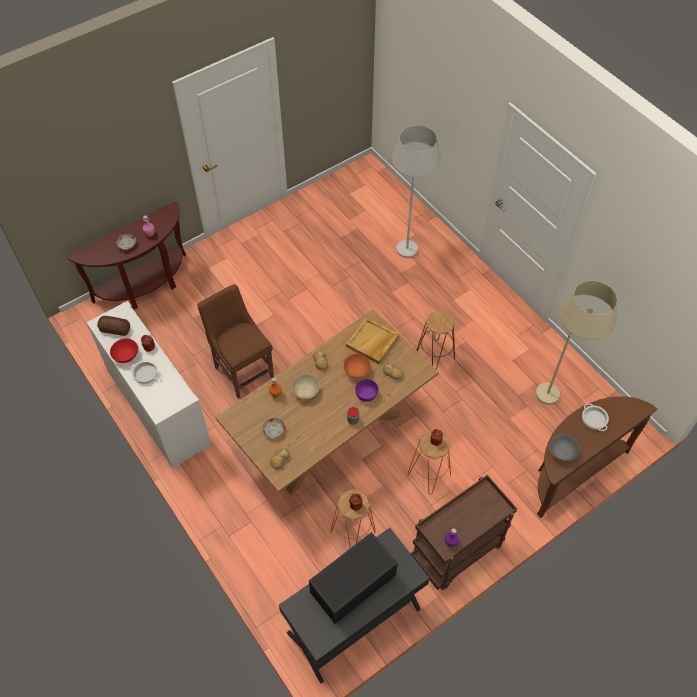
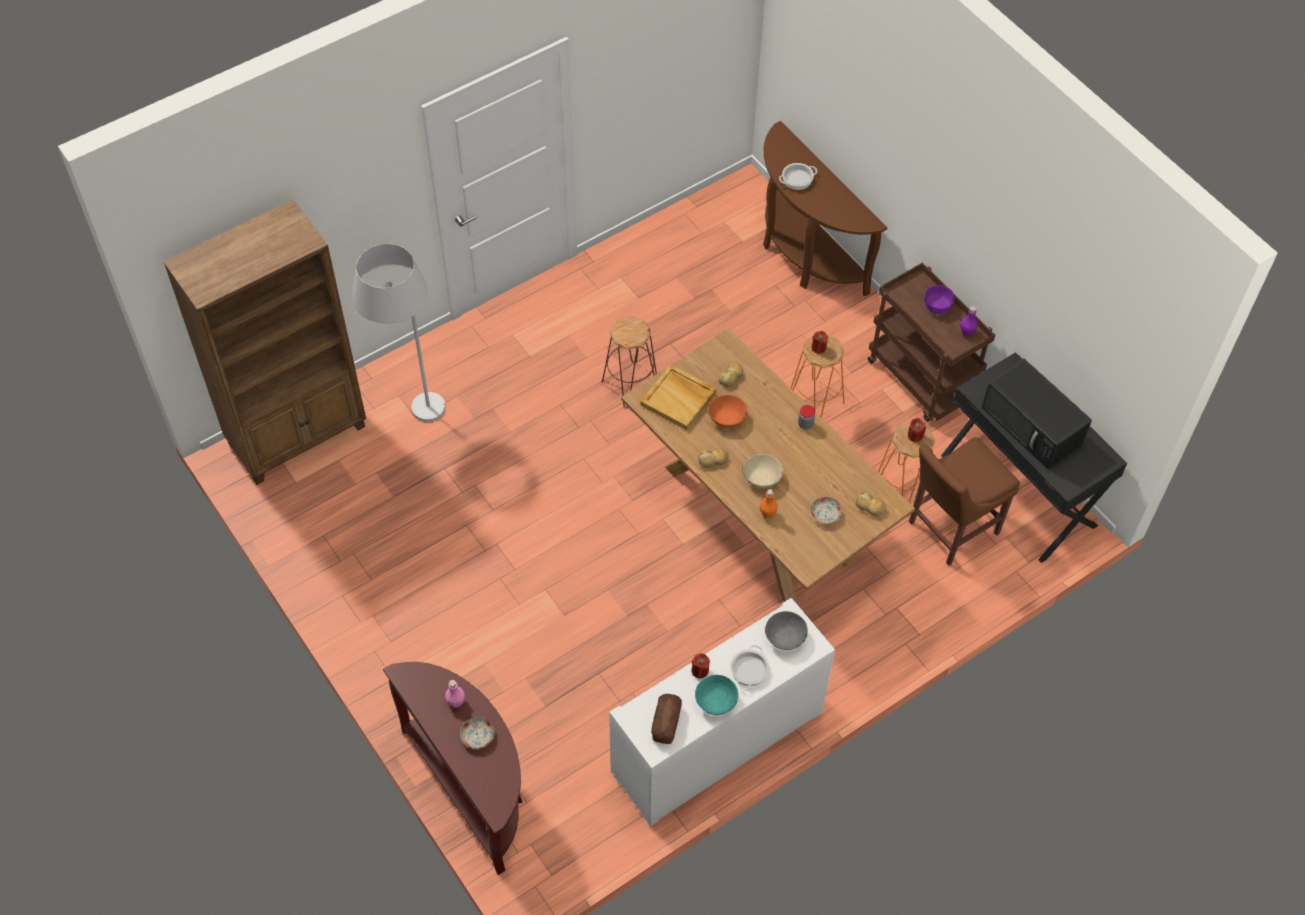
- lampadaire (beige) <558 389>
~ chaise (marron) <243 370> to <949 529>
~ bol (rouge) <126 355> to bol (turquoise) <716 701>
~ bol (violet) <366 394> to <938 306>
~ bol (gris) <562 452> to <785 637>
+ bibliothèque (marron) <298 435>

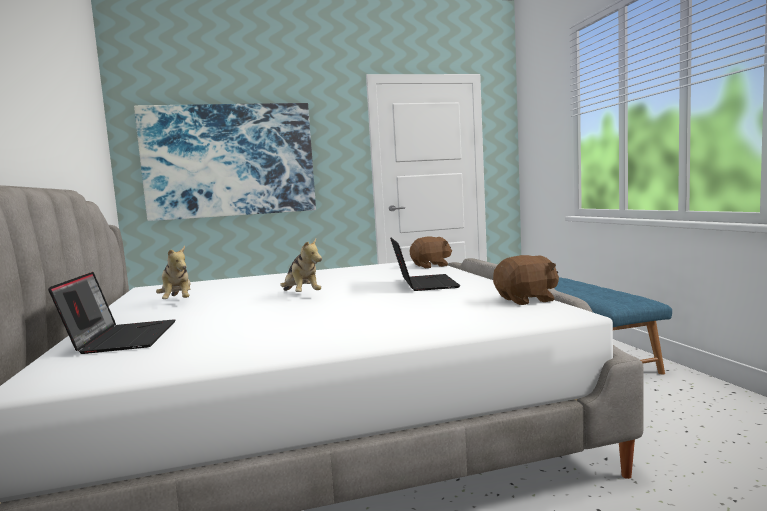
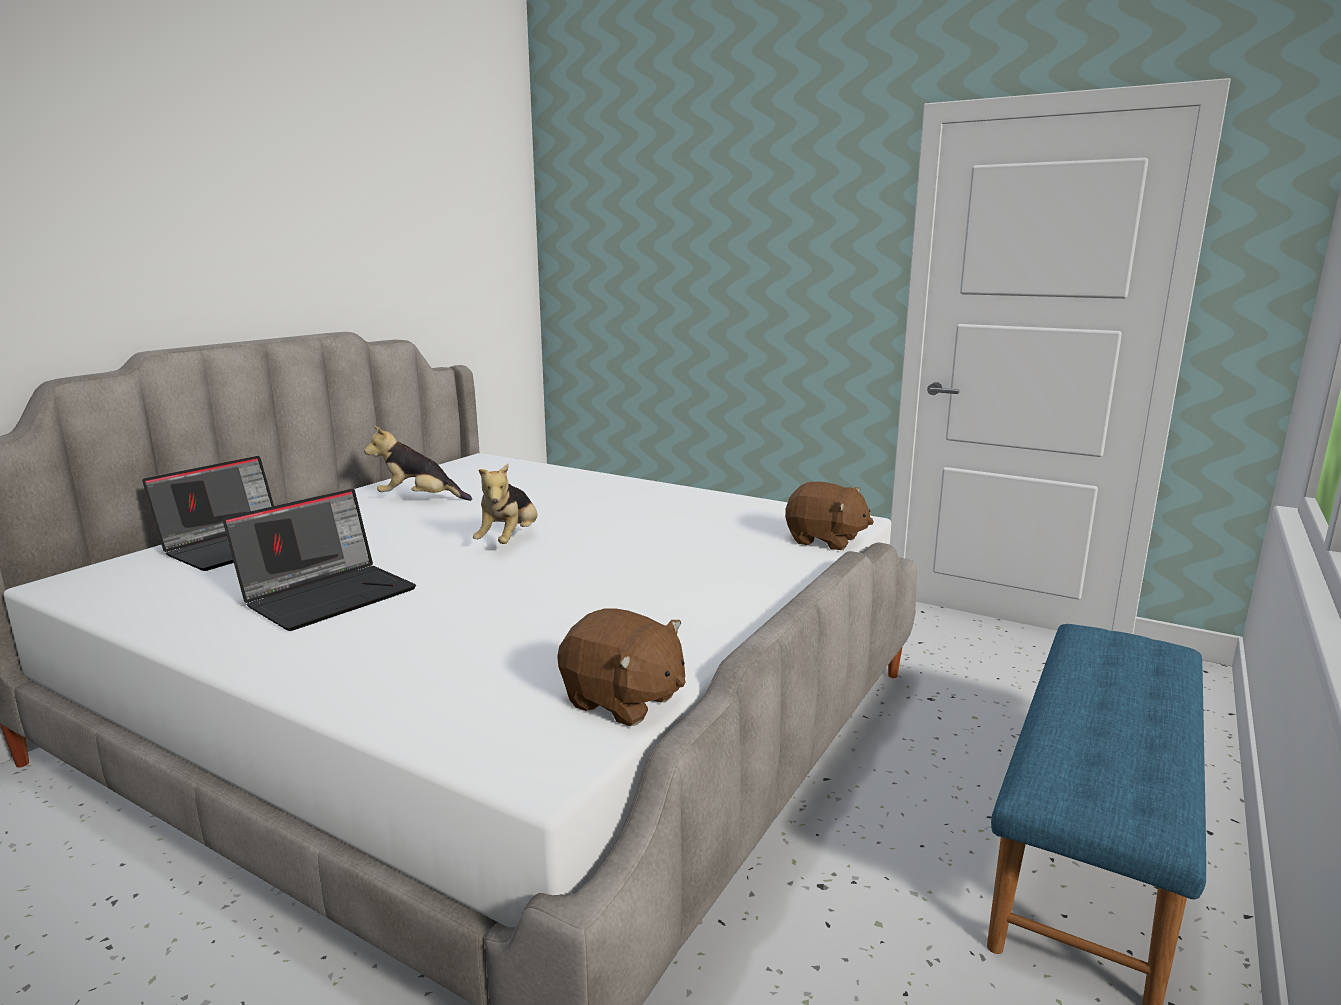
- tableau <230 160>
~ ordinateur portable <423 284> to <329 595>
~ peluche <177 302> = <419 499> 75 degrees clockwise

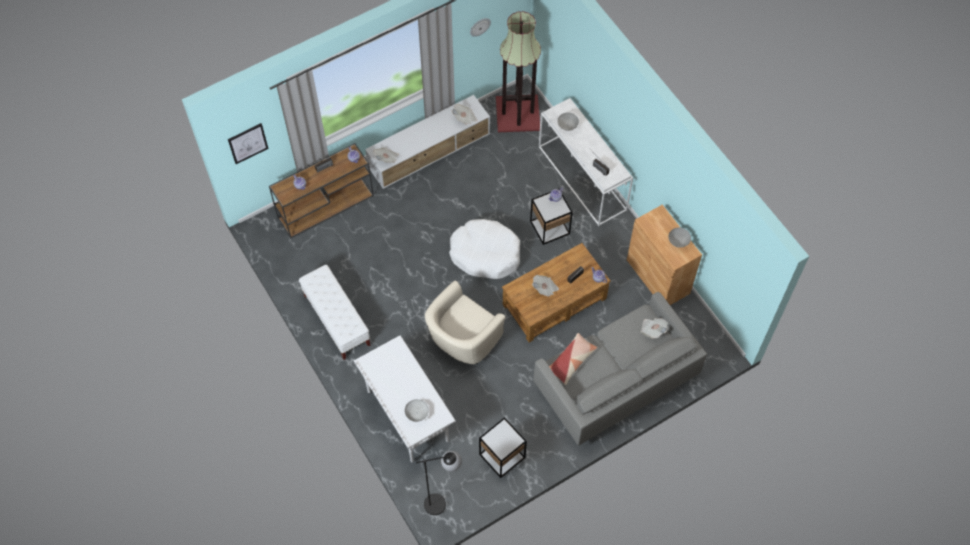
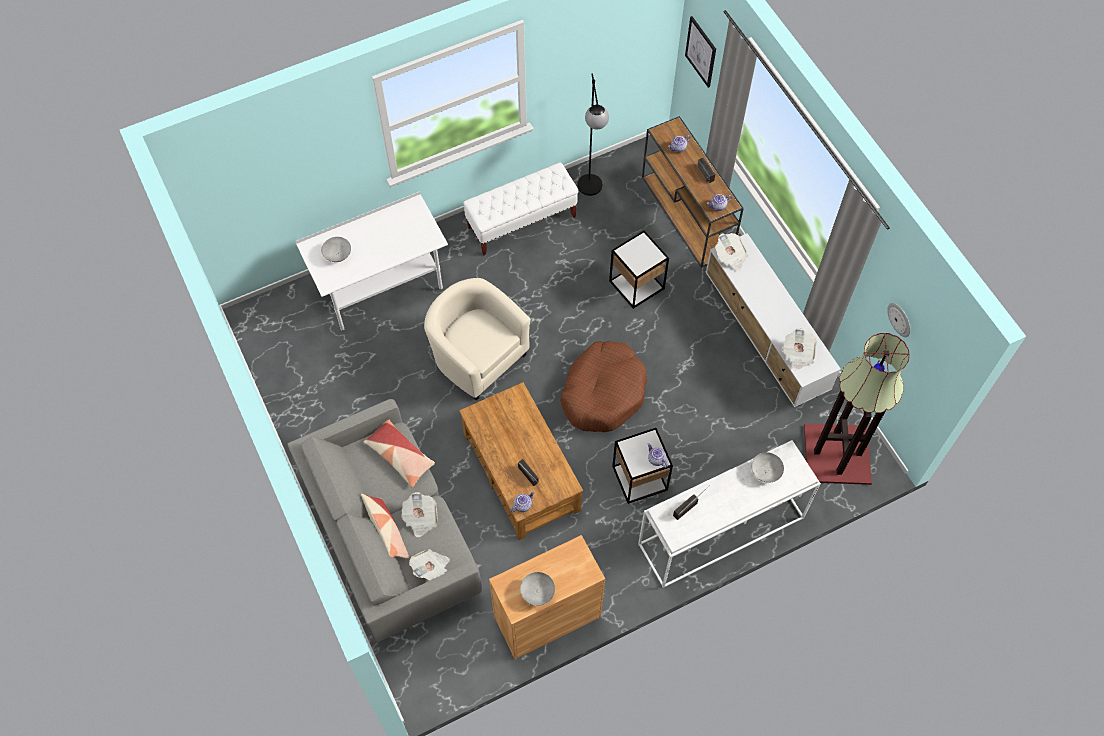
~ panier pour chien (blanc) <485 254> to panier pour chien (marron) <603 392>
~ journal <545 289> to <420 518>
~ table d'appoint <502 456> to <636 285>
~ lampadaire (noir) <442 502> to <591 193>
+ coussin <387 532>

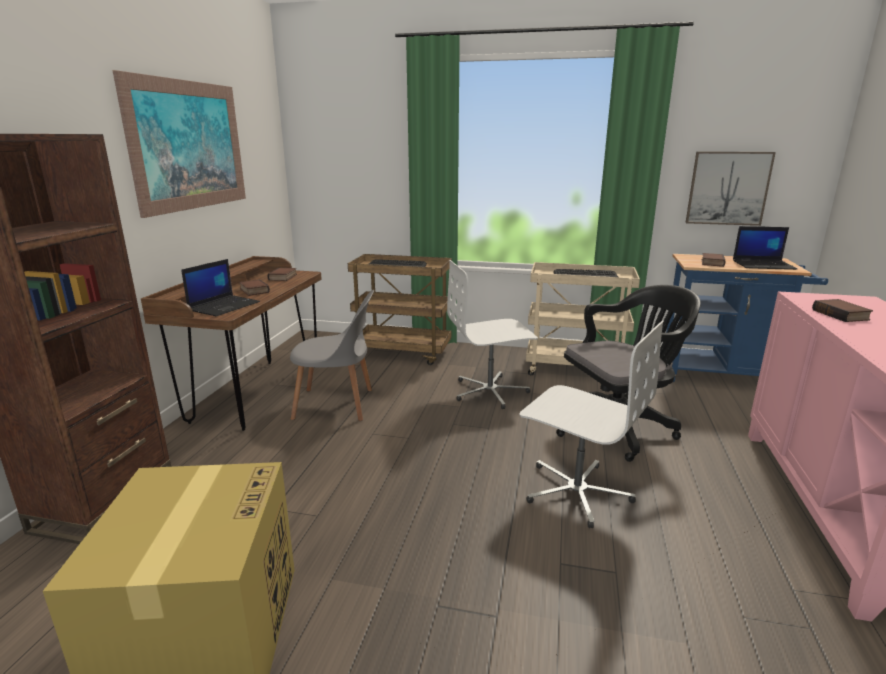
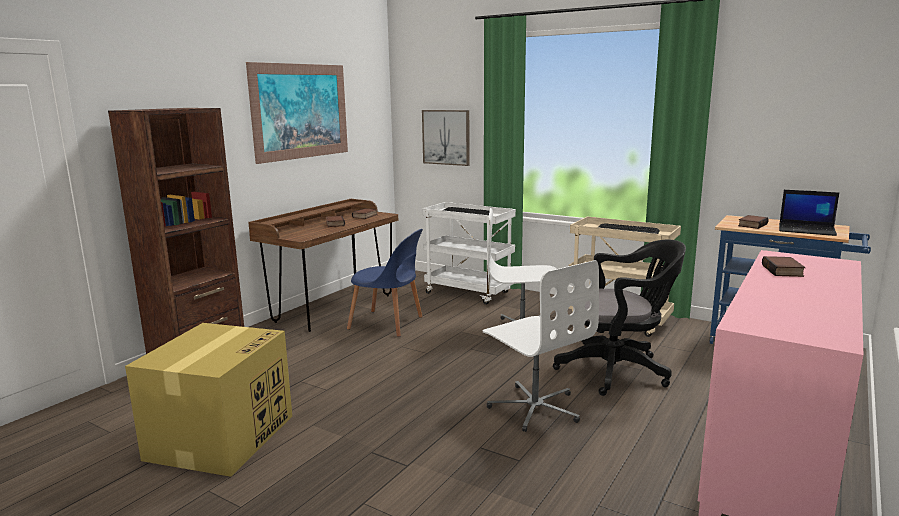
~ tableau <728 188> to <446 137>
~ chariot (marron) <404 353> to chariot (blanc) <470 293>
- ordinateur portable <224 306>
~ chaise (gris) <337 404> to chaise (bleu) <388 324>

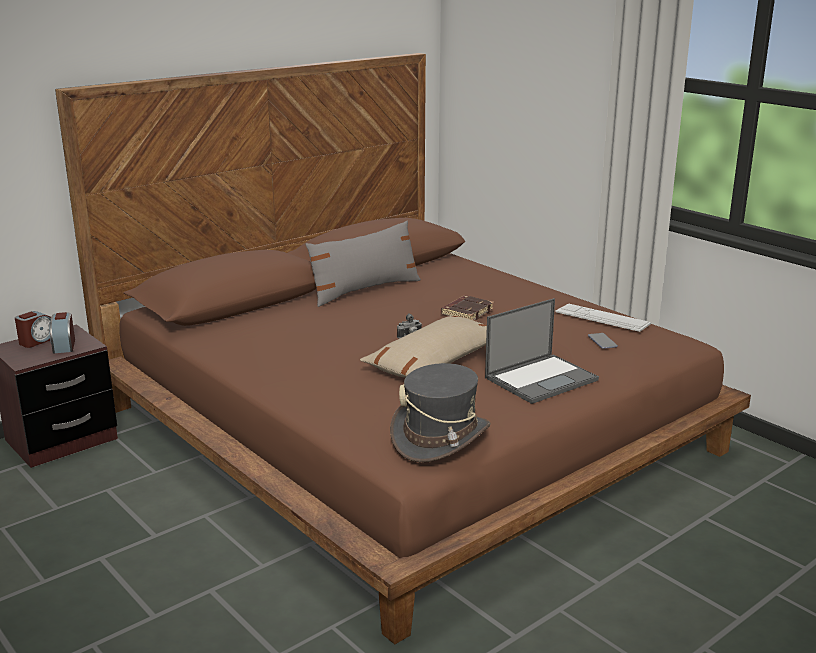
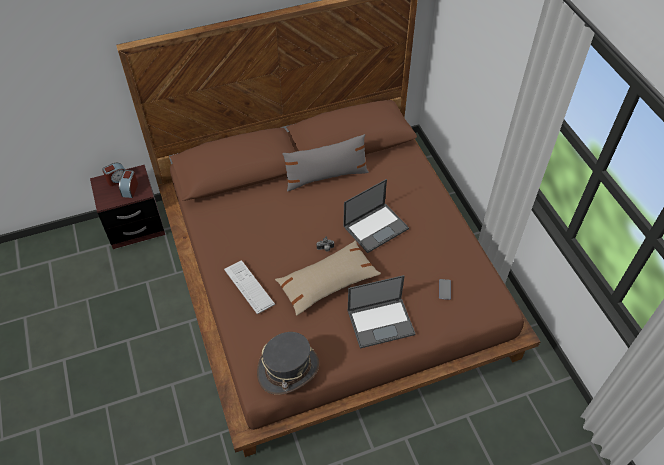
~ livre (marron) <467 312> to ordinateur portable <376 227>
~ clavier <602 318> to <249 287>

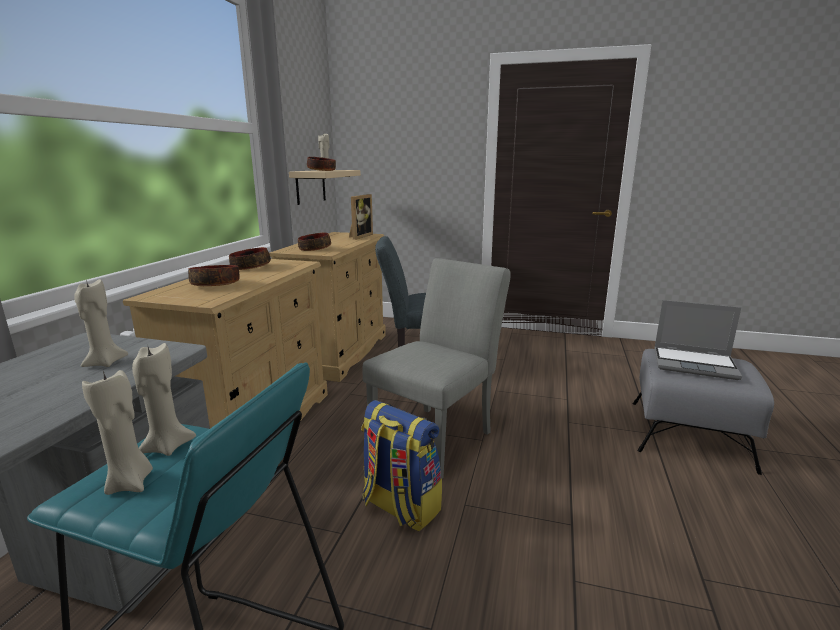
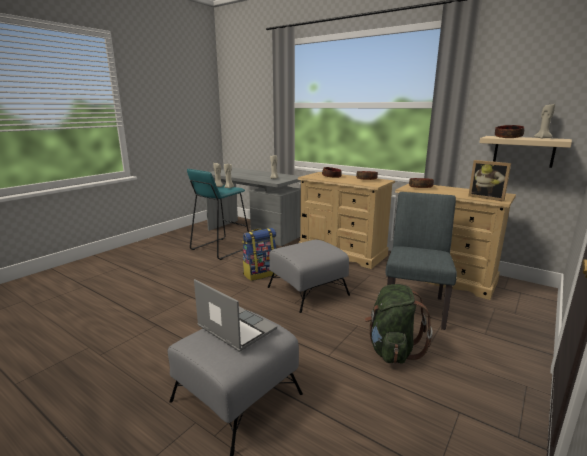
~ chaise (gris) <438 436> to pouf (gris) <307 291>
~ ordinateur portable <695 364> = <235 328> 90 degrees clockwise
+ sac à dos (vert) <391 350>

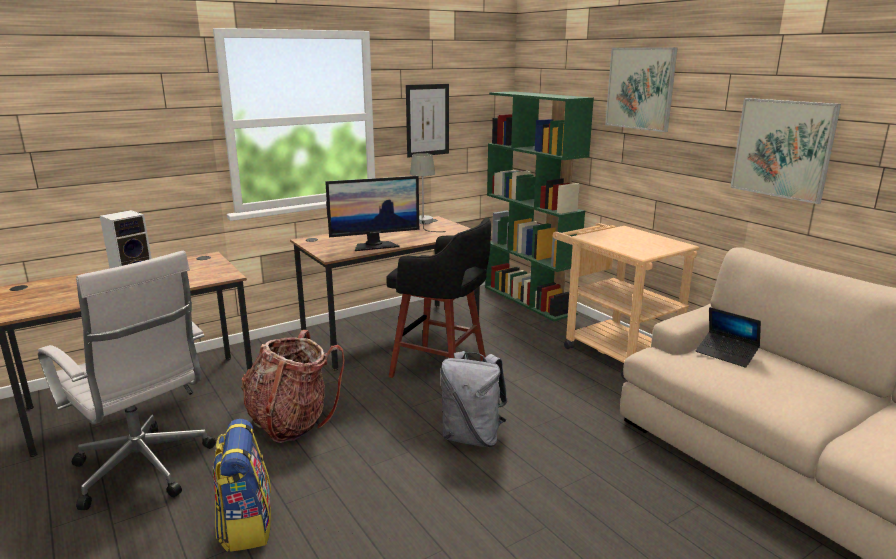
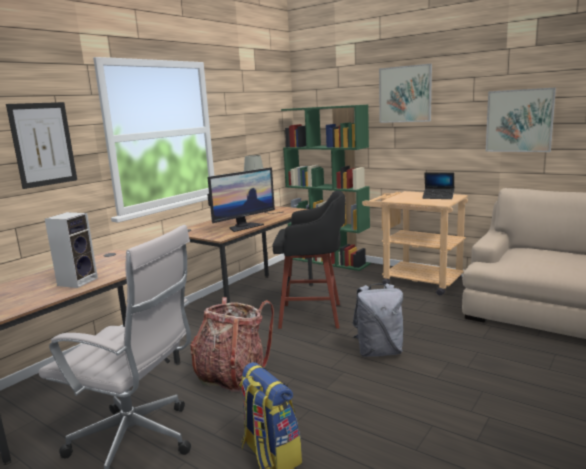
~ tableau <427 120> to <43 144>
~ ordinateur portable <726 354> to <438 197>

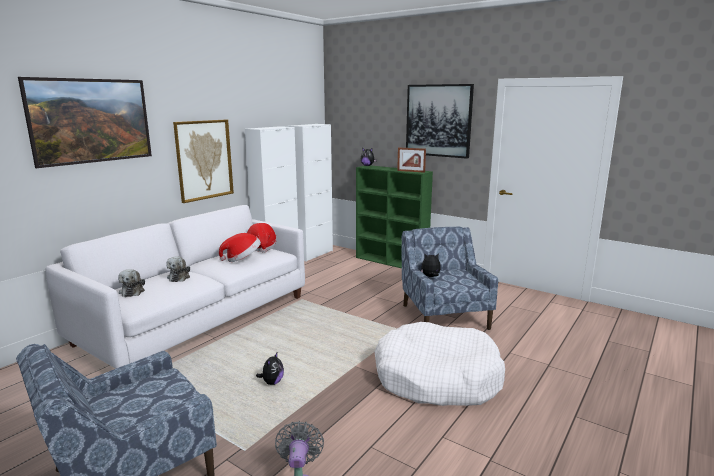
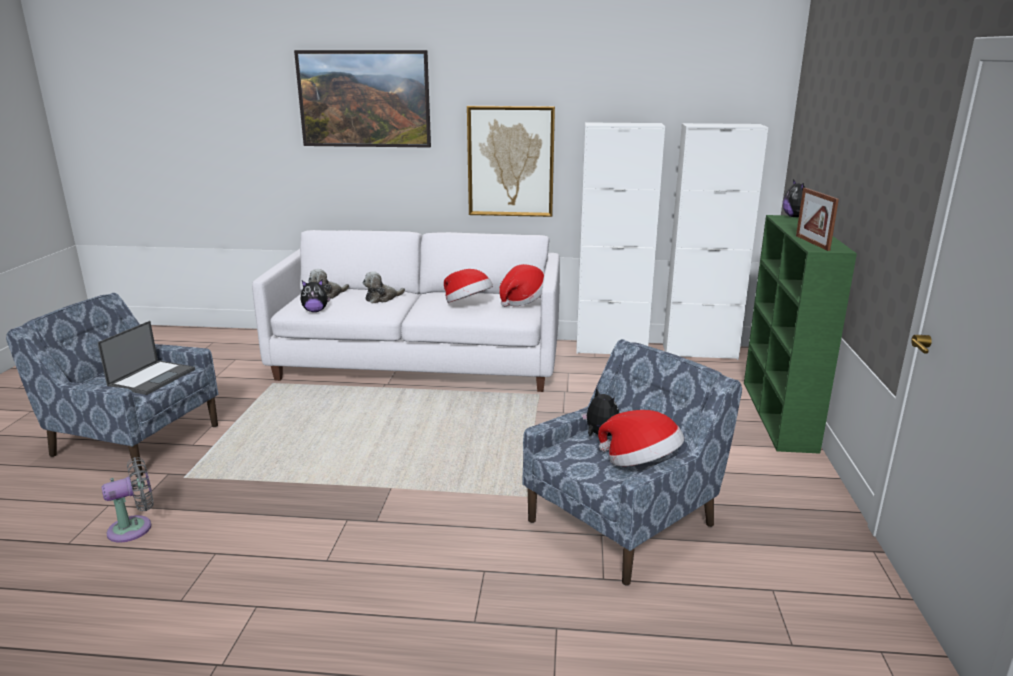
- tableau <438 120>
- panier pour chien (blanc) <437 378>
~ peluche <272 382> to <315 311>
+ ordinateur portable <152 377>
+ chapeau <640 463>

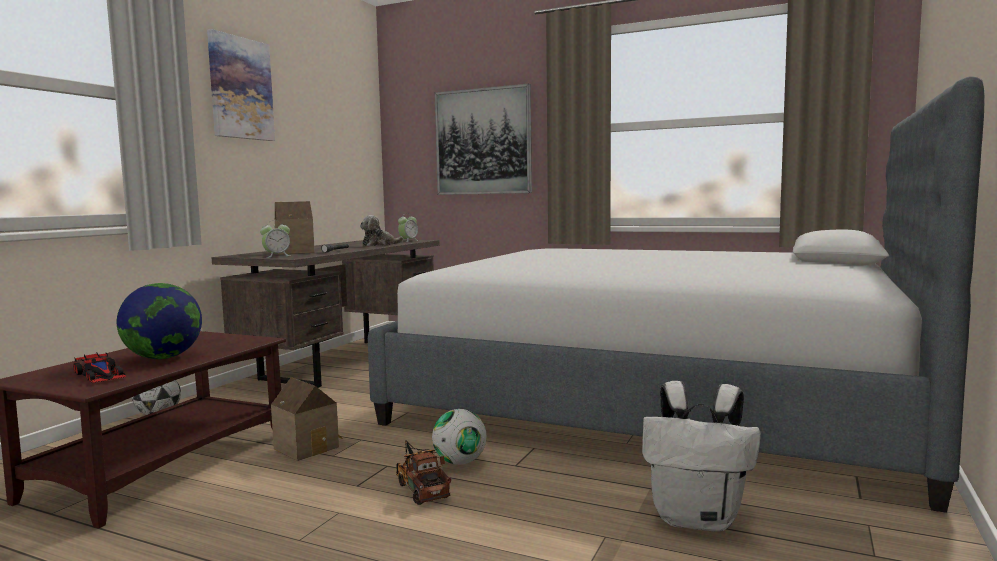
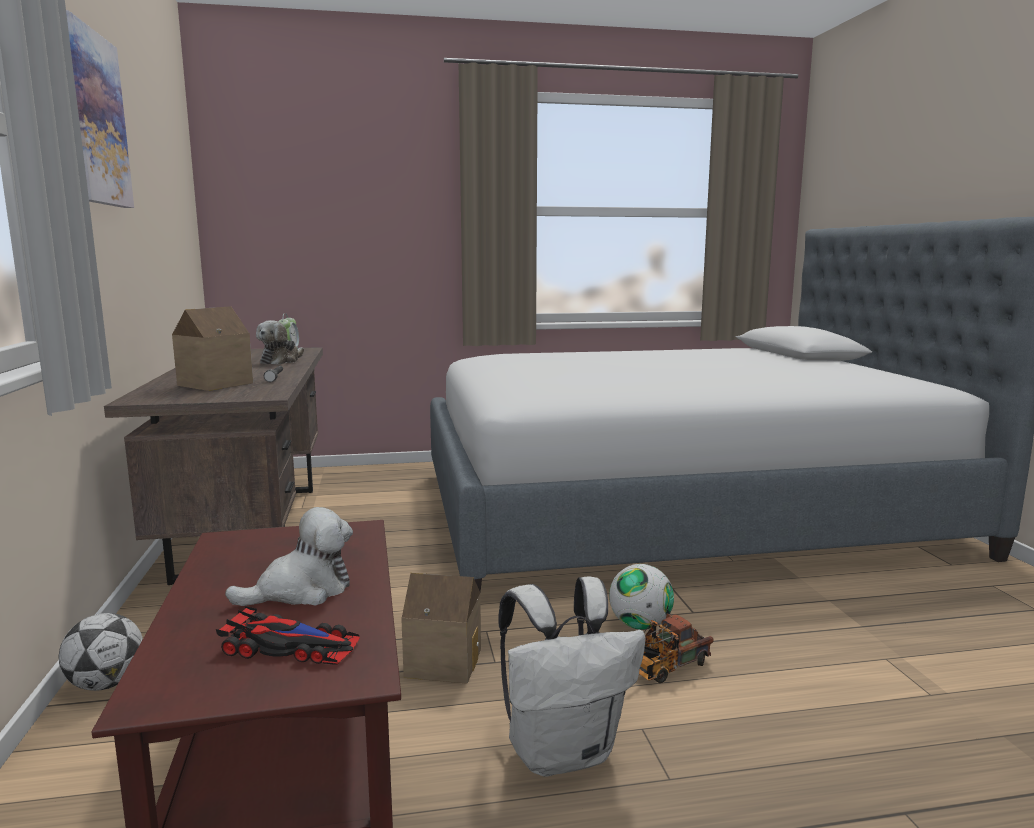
- tableau <483 141>
- réveil <276 256>
~ globe <163 358> to peluche <302 591>
~ sac à dos (blanc) <697 519> to <563 751>
~ camion jouet <421 488> = <662 668> 60 degrees counterclockwise

